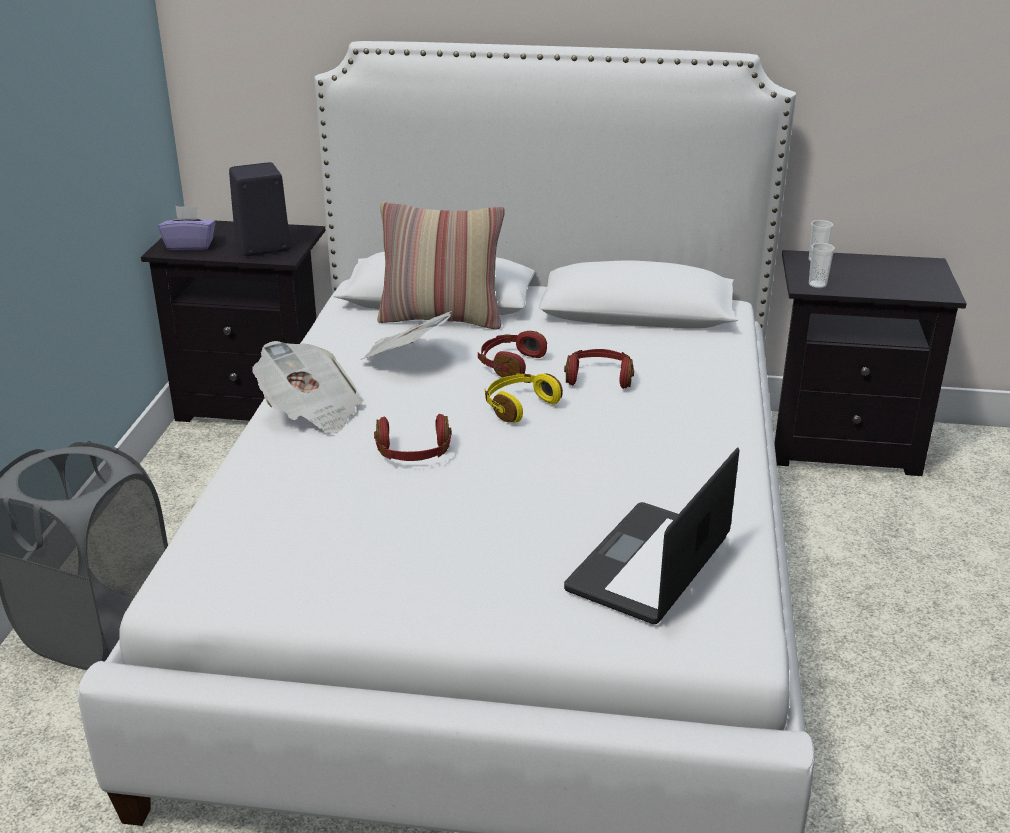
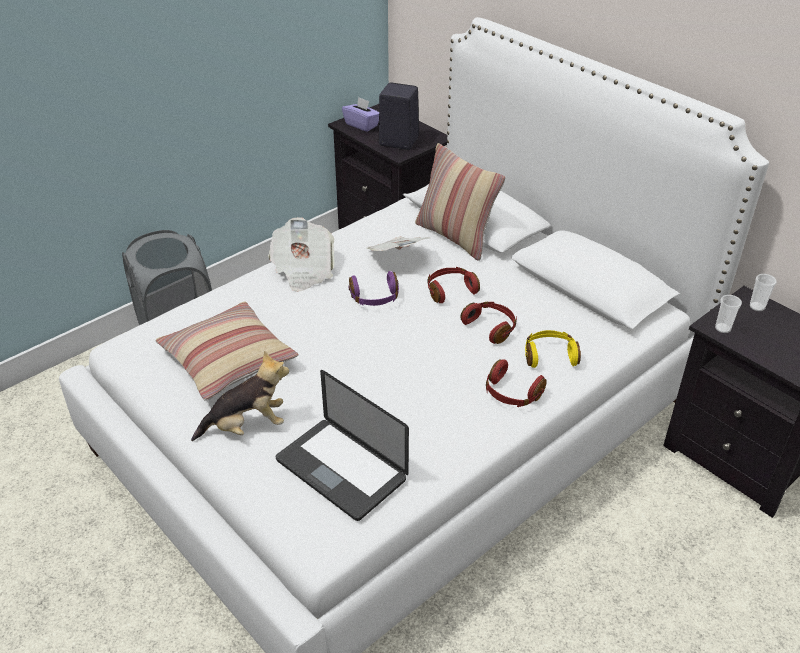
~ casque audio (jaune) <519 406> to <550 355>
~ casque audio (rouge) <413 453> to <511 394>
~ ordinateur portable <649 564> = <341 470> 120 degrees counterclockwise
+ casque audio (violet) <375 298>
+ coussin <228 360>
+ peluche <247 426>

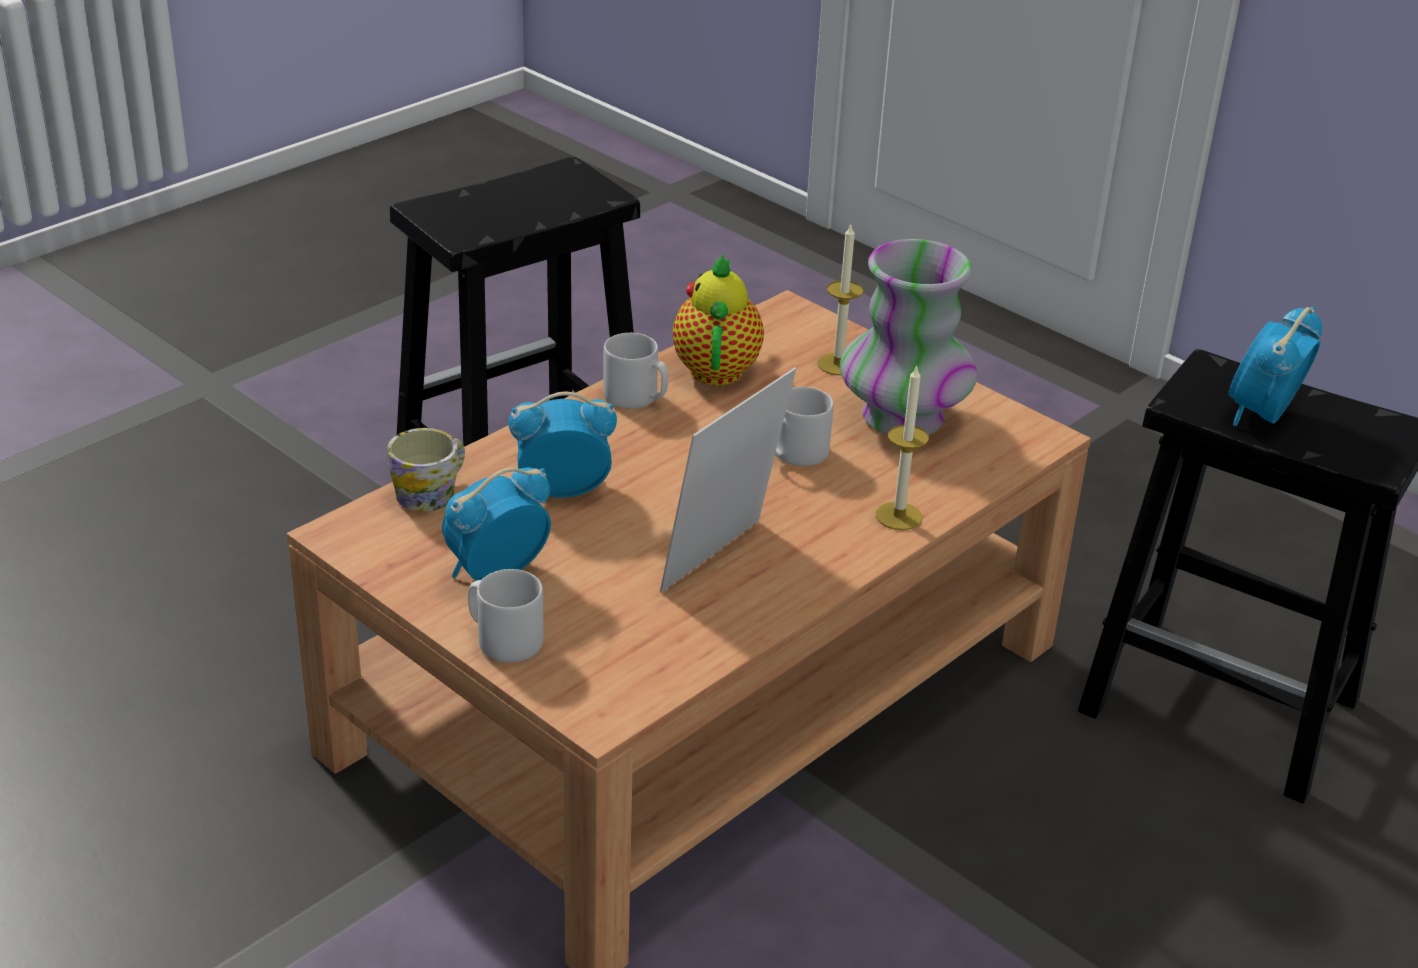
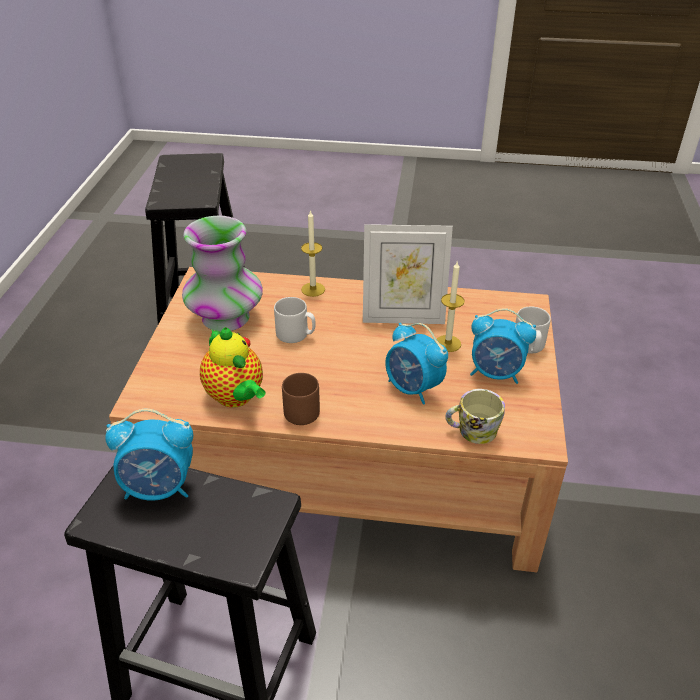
~ bougie <838 364> to <448 343>
~ théière <716 367> = <236 397> 90 degrees counterclockwise
~ réveil <1262 415> to <159 488>
~ mug (gris) <636 398> to mug (marron) <301 409>

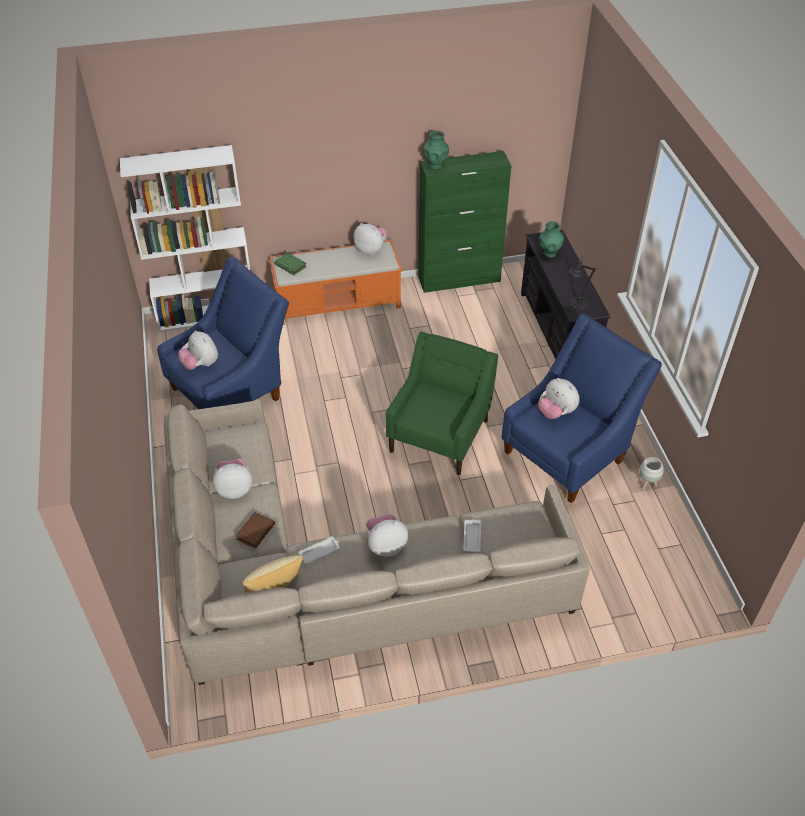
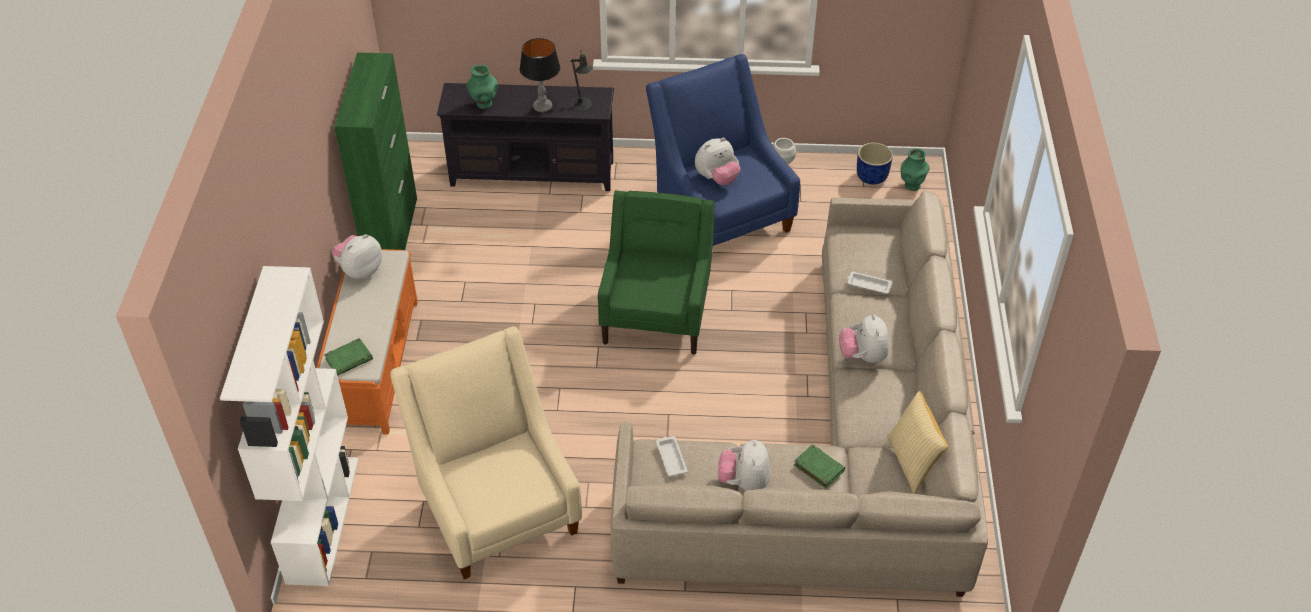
~ vase (vert) <435 165> to <911 185>
~ fauteuil (bleu) <233 390> to fauteuil (beige) <496 506>
- peluche <201 364>
~ fauteuil (vert) <440 434> = <657 311> 60 degrees clockwise
~ livre (marron) <255 531> to livre (vert) <818 468>
~ plateau (blanc) <320 551> to <671 458>
+ lampe de table <542 107>
+ cache-pot (bleu) <872 176>

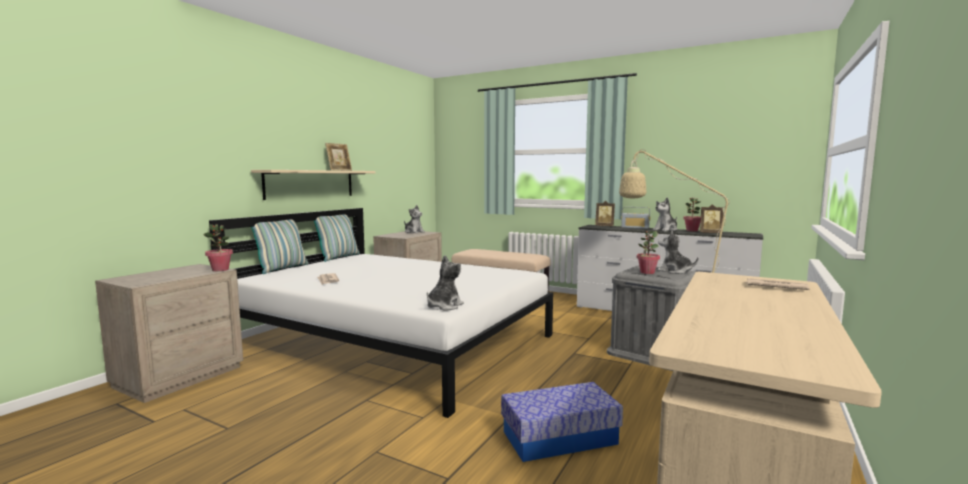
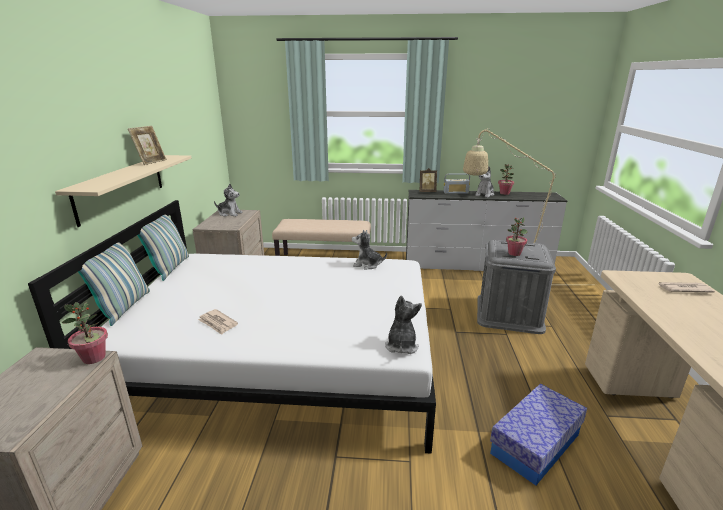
- cadre photo <710 233>
~ peluche <674 271> to <367 265>

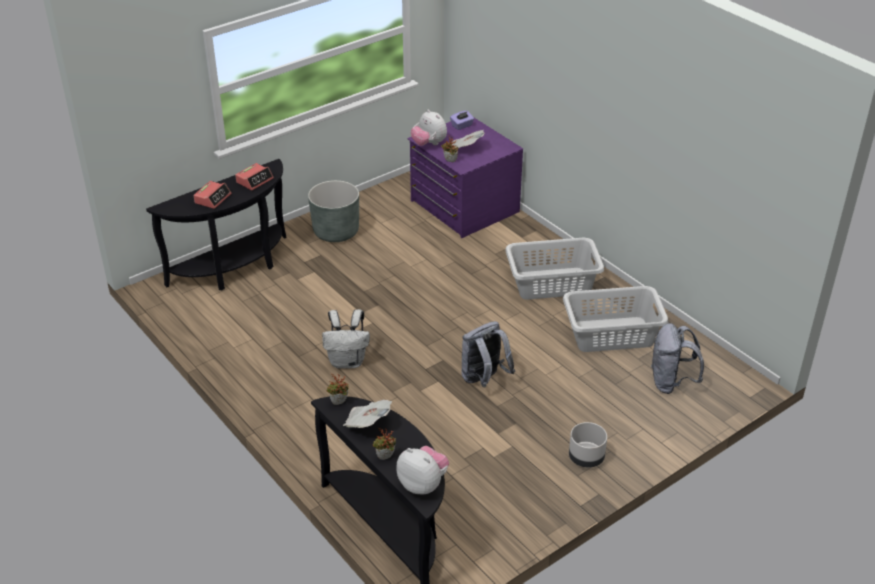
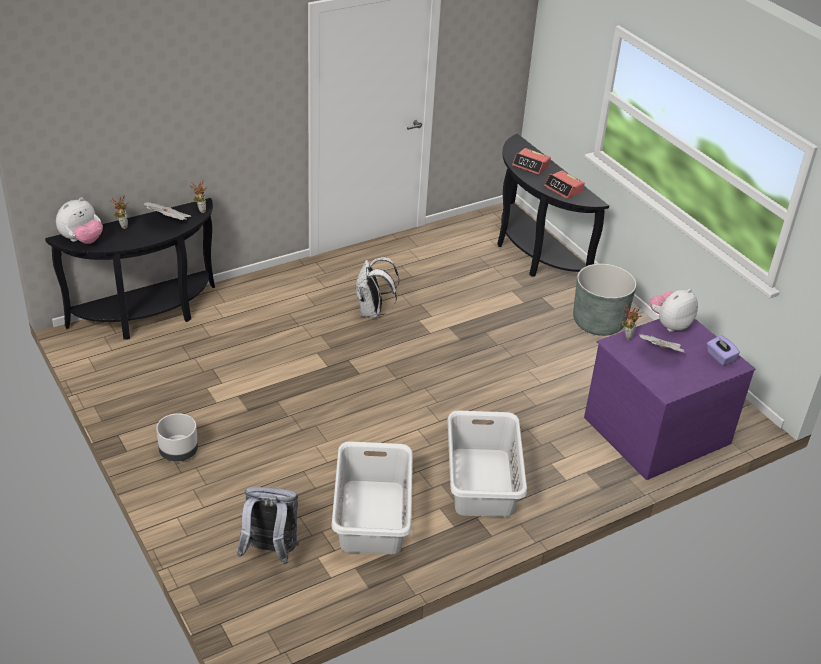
- sac à dos (gris) <484 379>

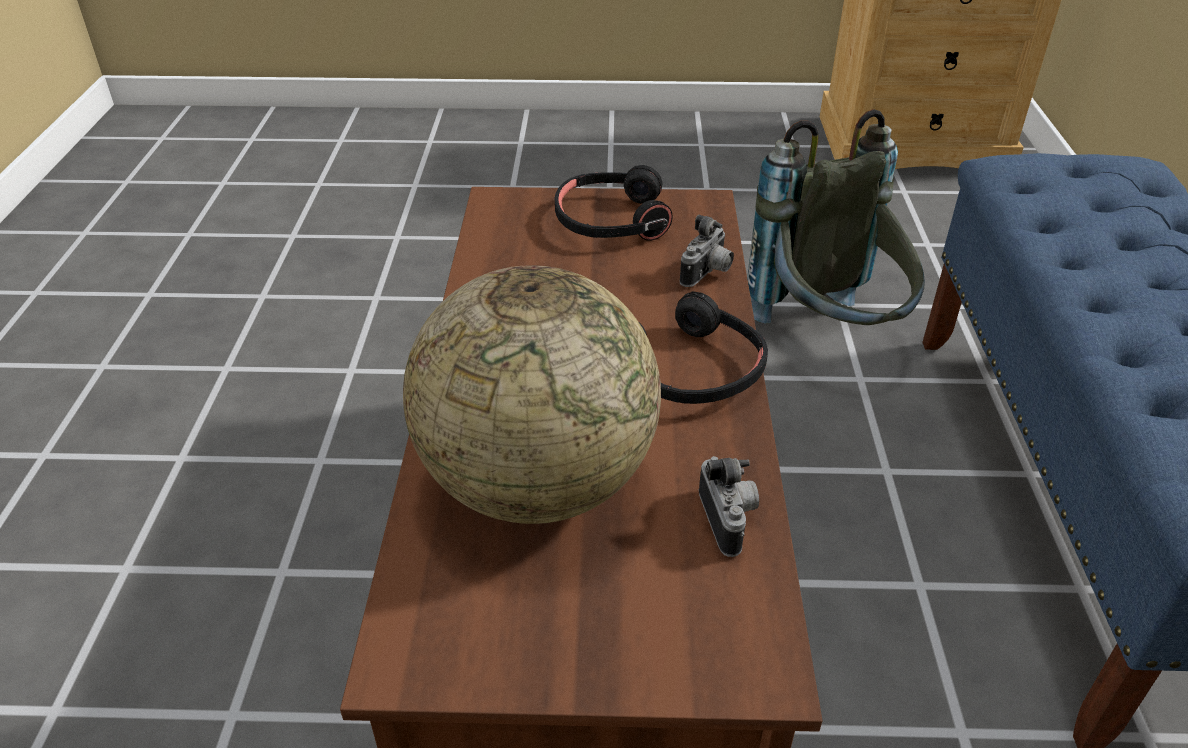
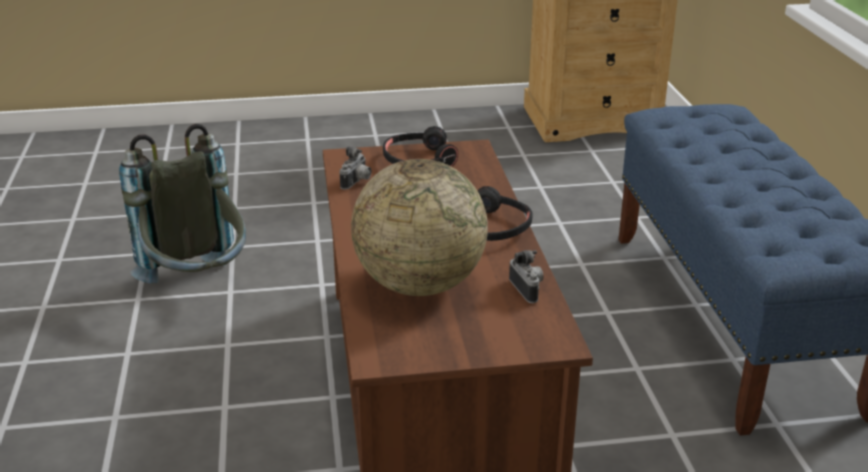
~ sac à dos (gris) <828 336> to <198 288>
~ appareil photo <707 274> to <357 182>

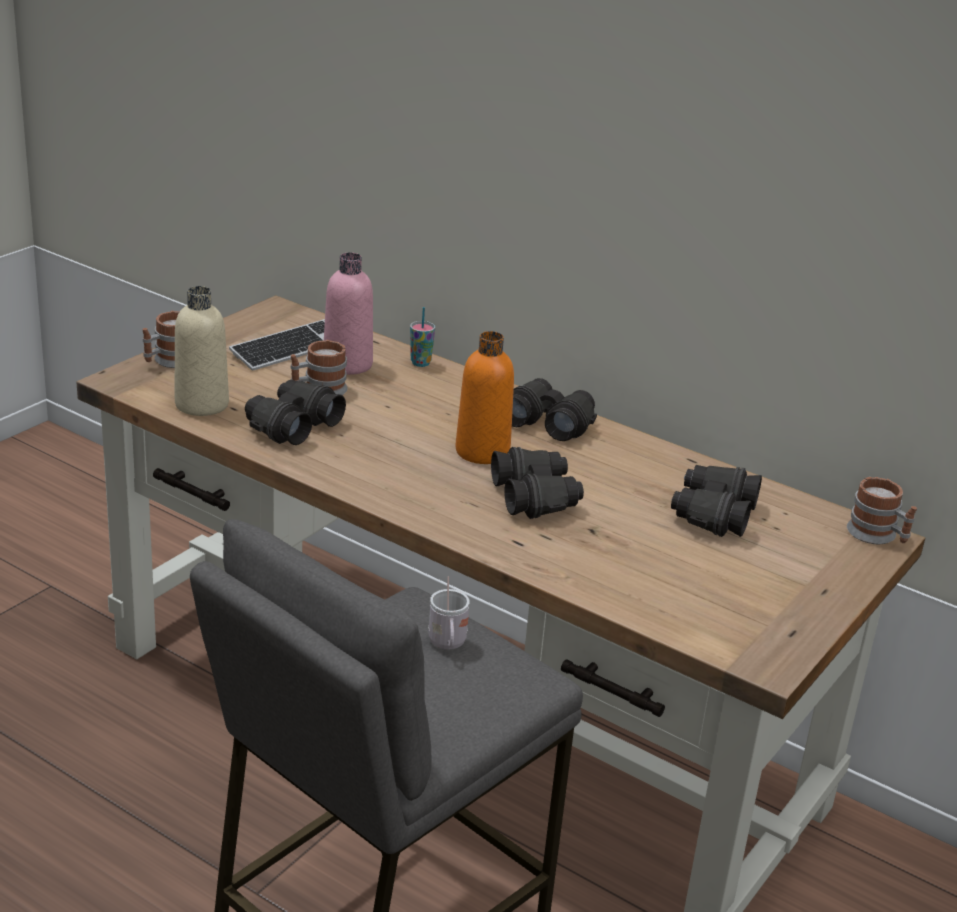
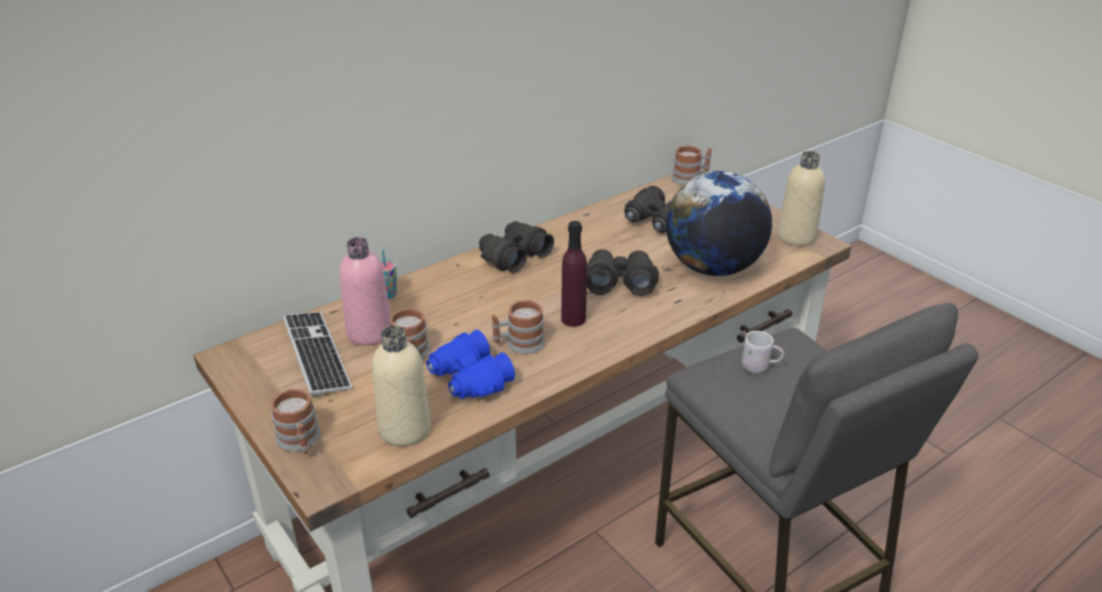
- bouteille (orange) <482 451>
~ jumelles (noir) <291 425> to jumelles (bleu) <469 379>
+ bouteille (beige) <796 237>
+ globe <712 267>
+ bouteille (violet) <573 319>
+ mug <519 344>

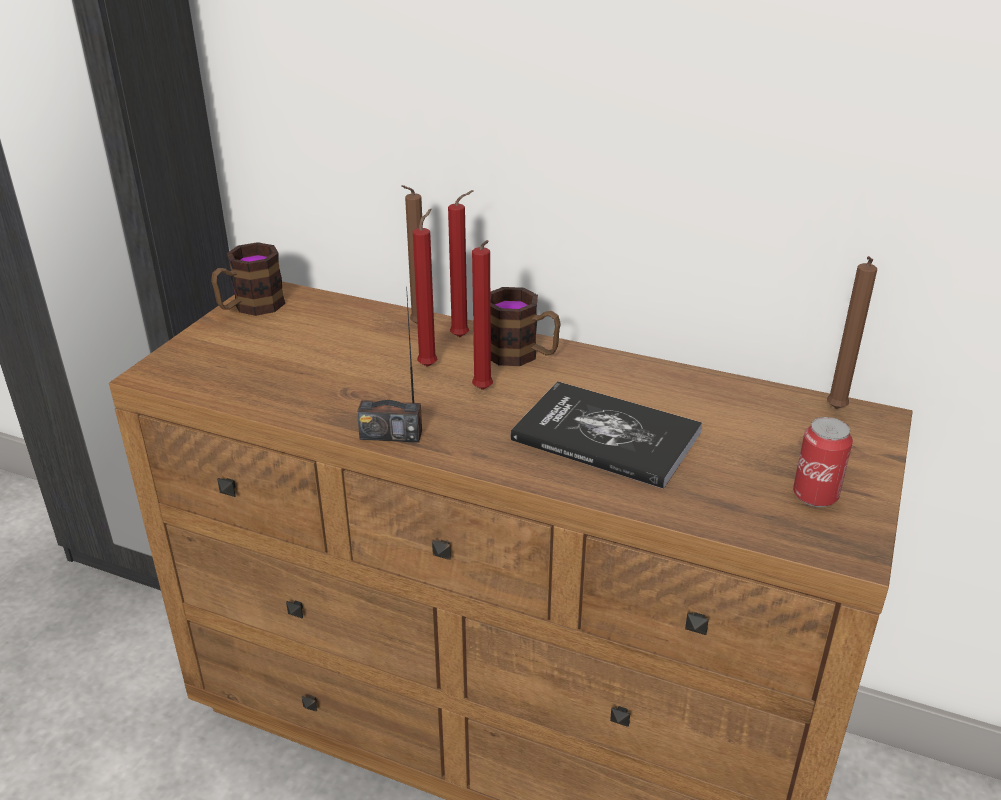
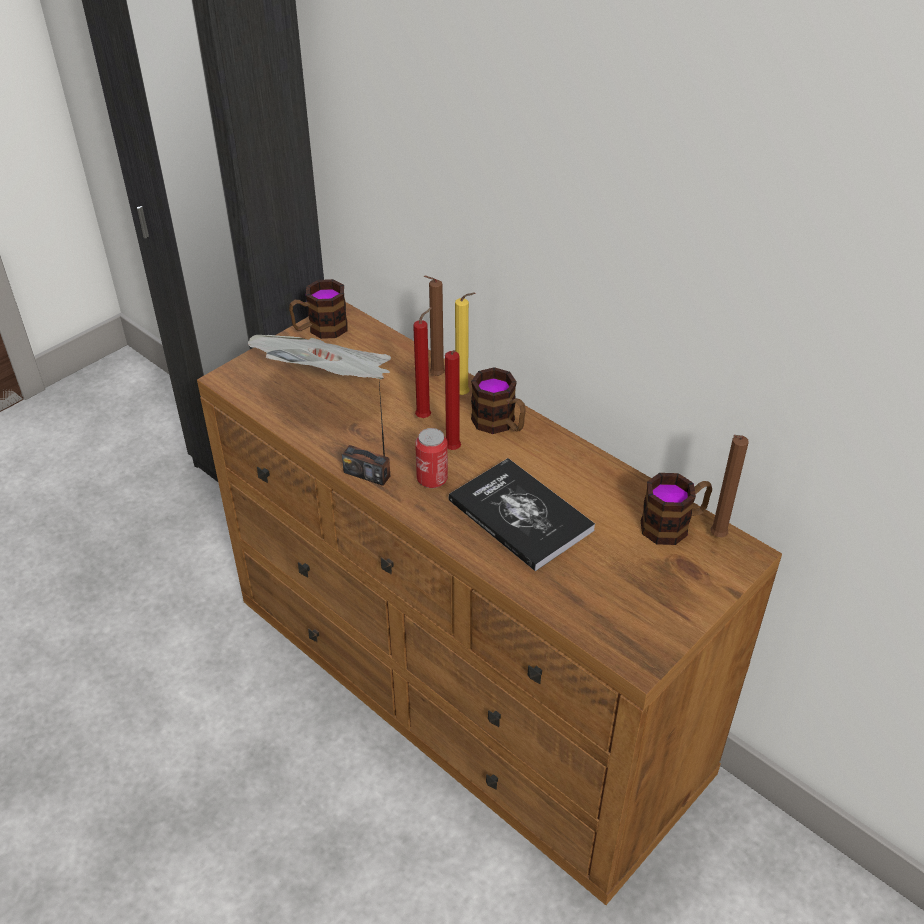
~ bougie (rouge) <463 337> to bougie (jaune) <464 395>
~ boîte métallique <815 495> to <432 479>
+ journal <330 385>
+ mug <673 525>

